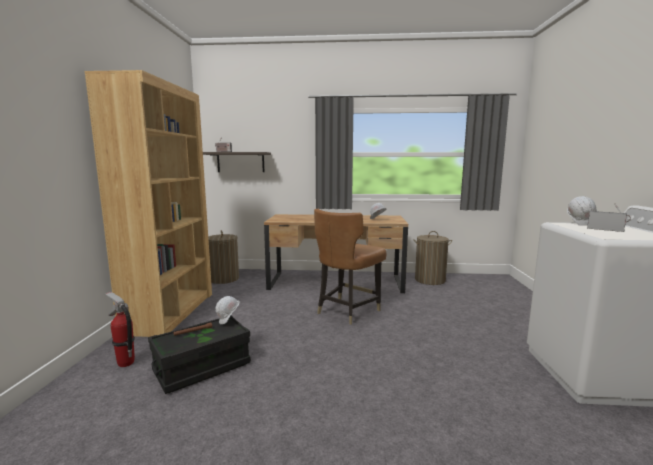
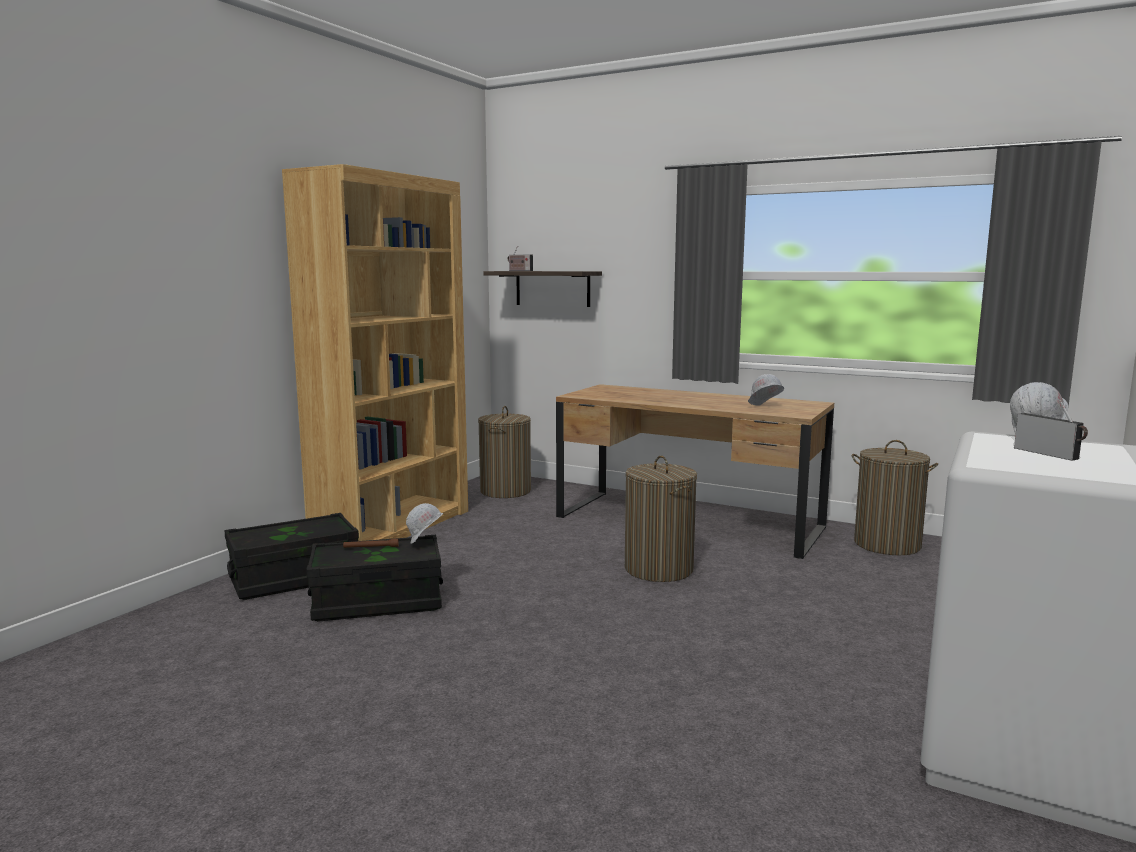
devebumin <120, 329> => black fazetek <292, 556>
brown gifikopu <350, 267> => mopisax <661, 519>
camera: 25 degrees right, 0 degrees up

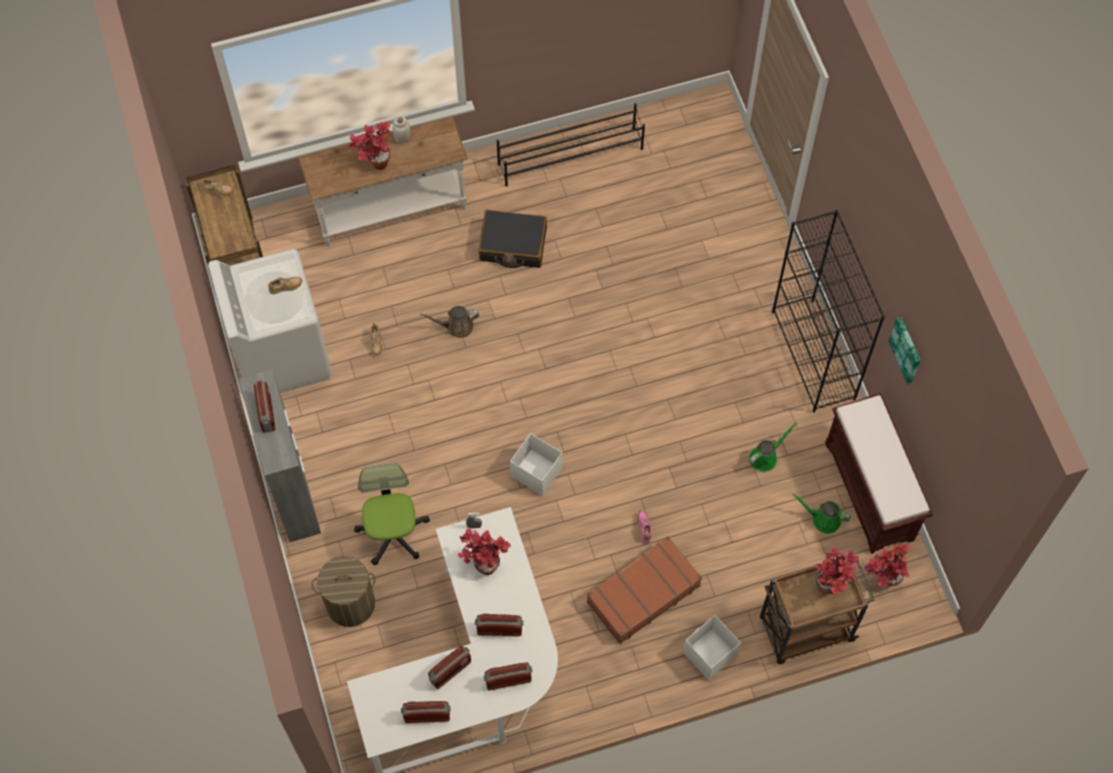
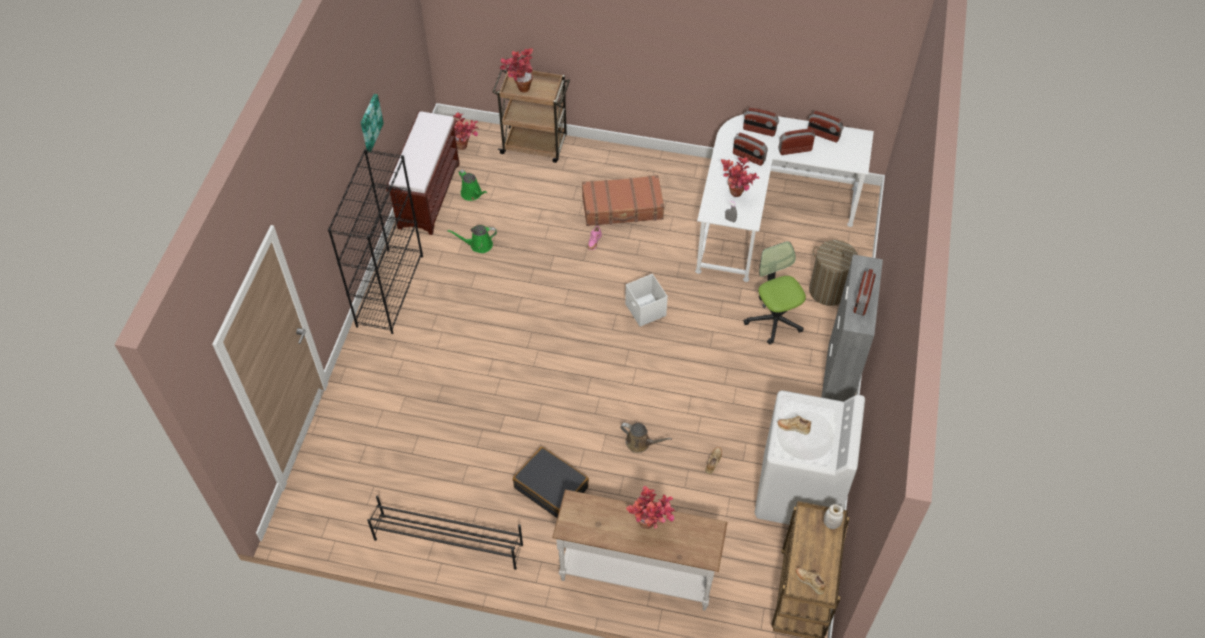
white fazetek <712, 647> => nothing
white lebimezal <402, 129> => white lebimezal <833, 516>, shifted
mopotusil <392, 514> => mopotusil <775, 292>, 135 degrees clockwise
camera: 150 degrees left, 10 degrees down

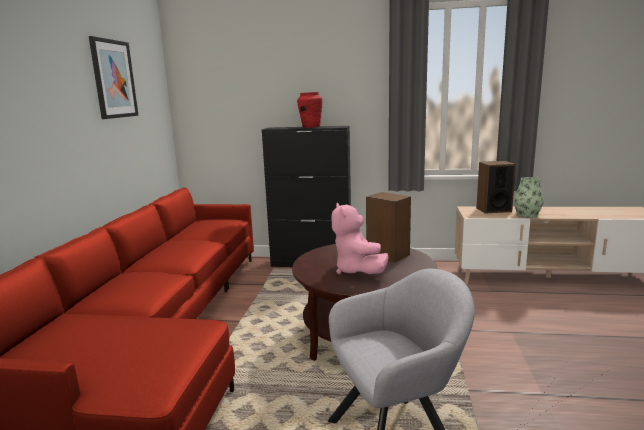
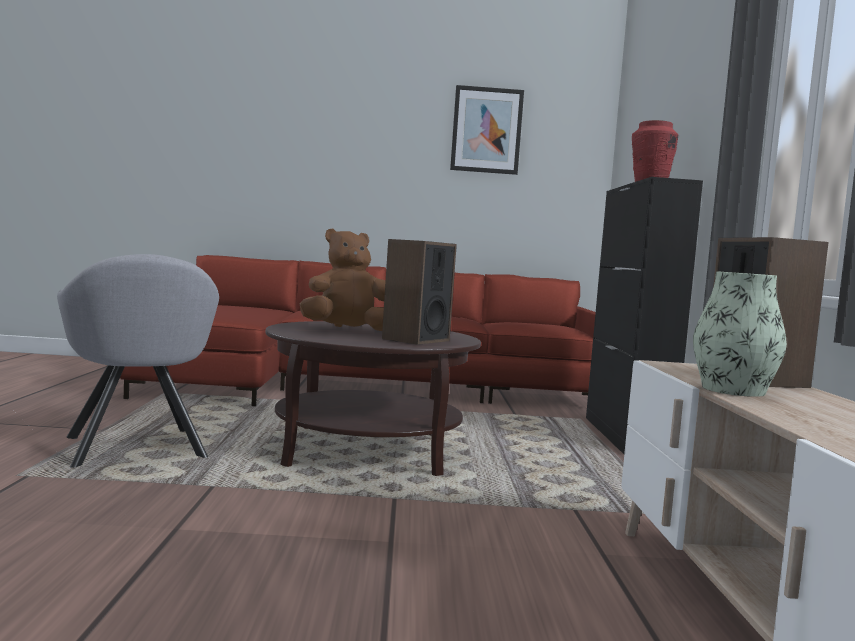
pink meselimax <360, 238> => brown meselimax <343, 280>
camera: 80 degrees right, 10 degrees down

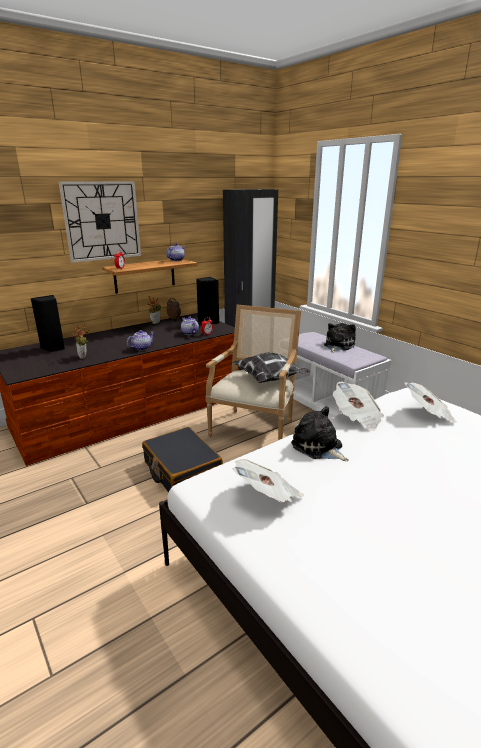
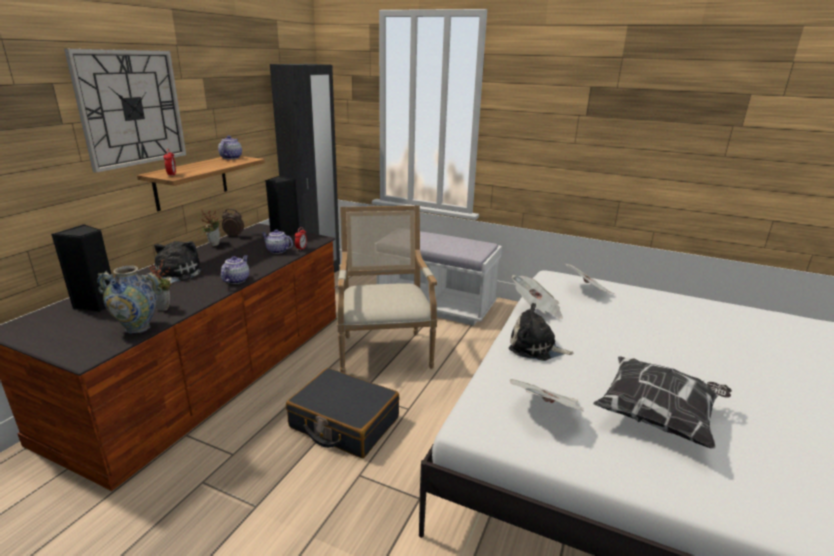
nothing => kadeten <130, 299>
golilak <272, 367> => golilak <662, 402>, shifted
meselimax <340, 338> => meselimax <178, 262>, shifted
camera: 30 degrees left, 0 degrees up

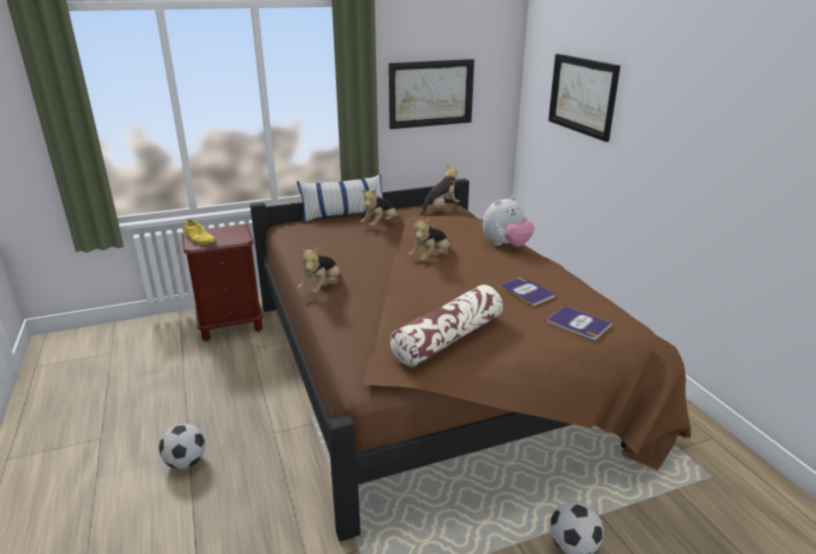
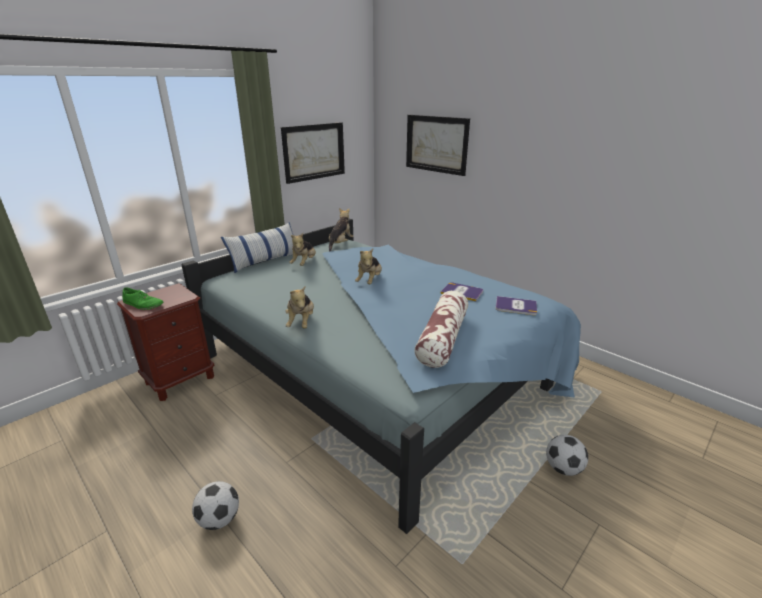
meselimax <509, 221> => nothing
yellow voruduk <200, 232> => green voruduk <143, 299>
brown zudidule <470, 360> => blue zudidule <381, 376>
camera: 25 degrees left, 0 degrees up

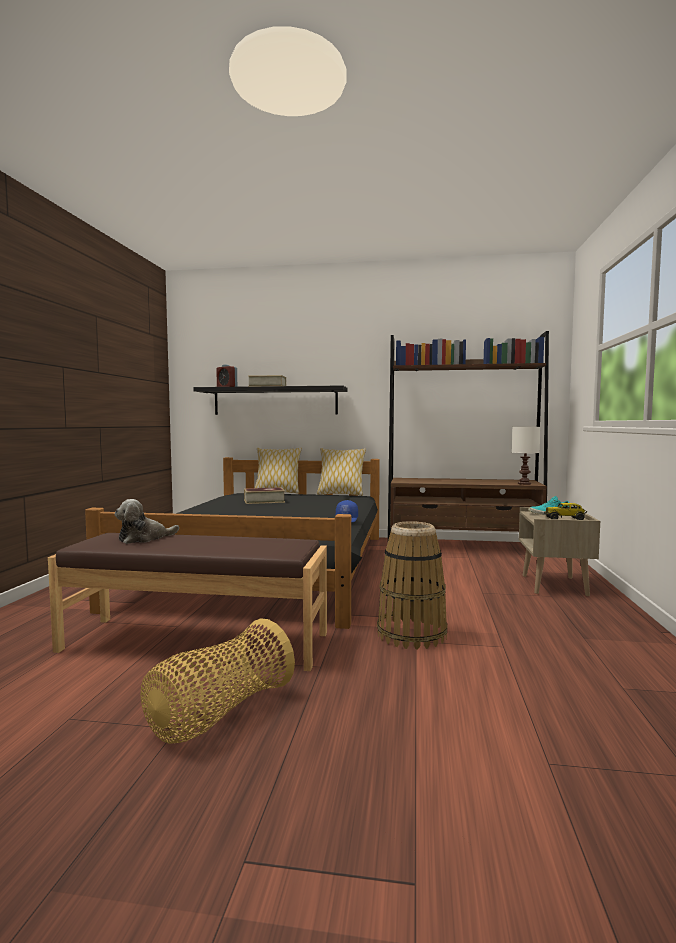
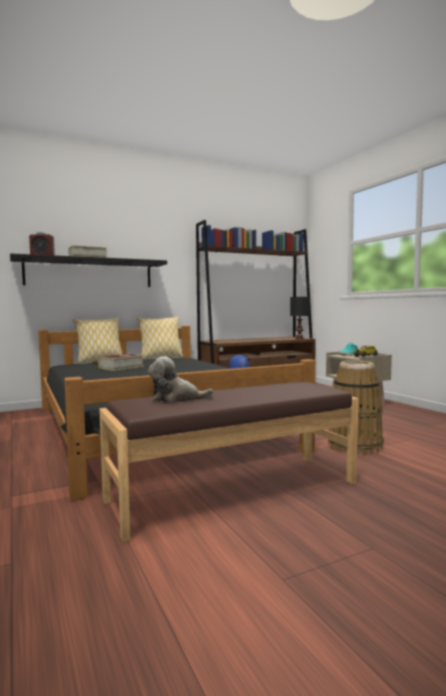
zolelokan <218, 681> => nothing
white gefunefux <526, 456> => black gefunefux <300, 318>
meselimax <146, 521> => meselimax <181, 379>, 75 degrees clockwise
camera: 35 degrees left, 0 degrees up

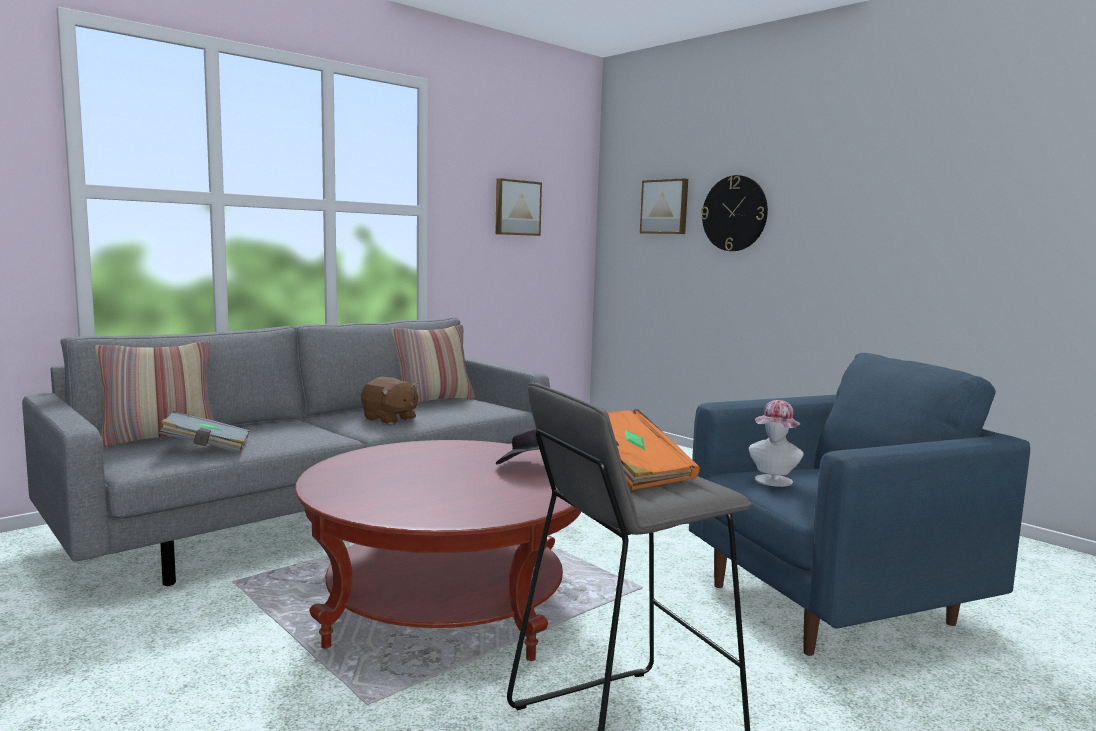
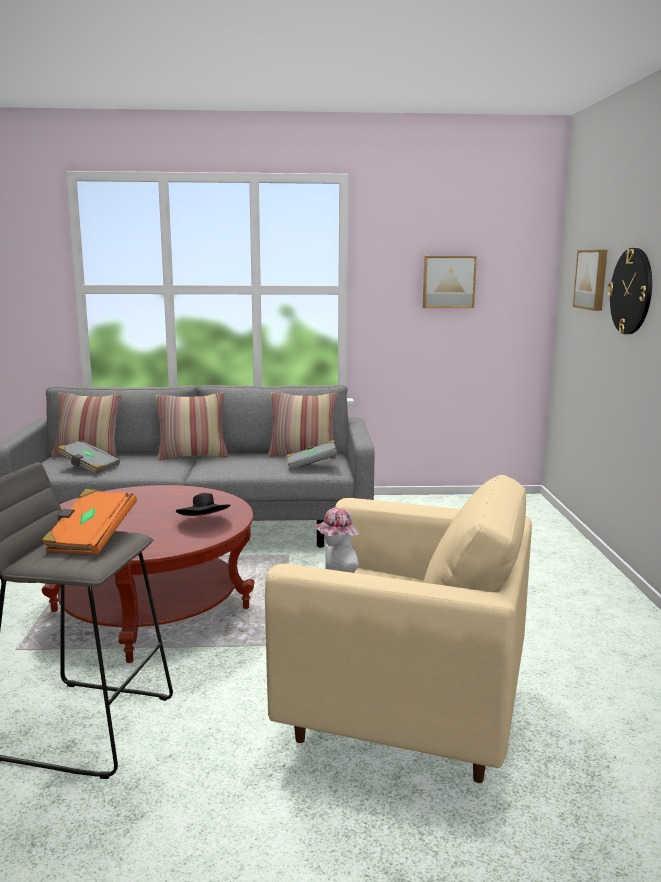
brown meselimax <390, 400> => nothing
nothing => golilak <192, 426>
nothing => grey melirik <312, 455>
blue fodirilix <859, 504> => beige fodirilix <398, 629>
camera: 40 degrees right, 5 degrees up

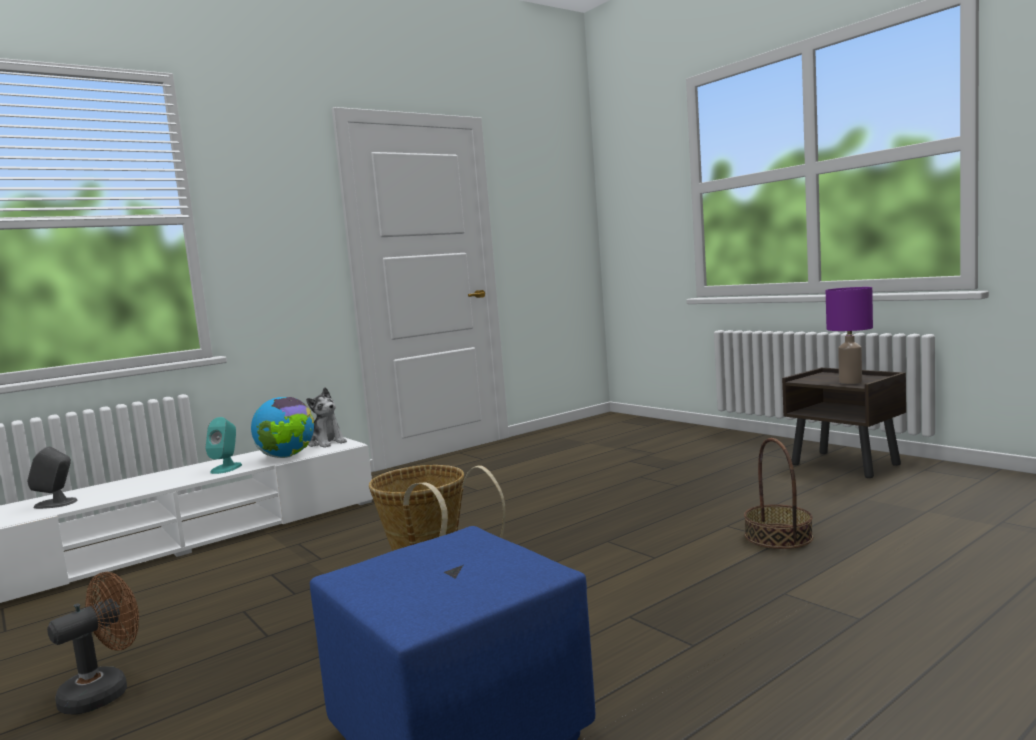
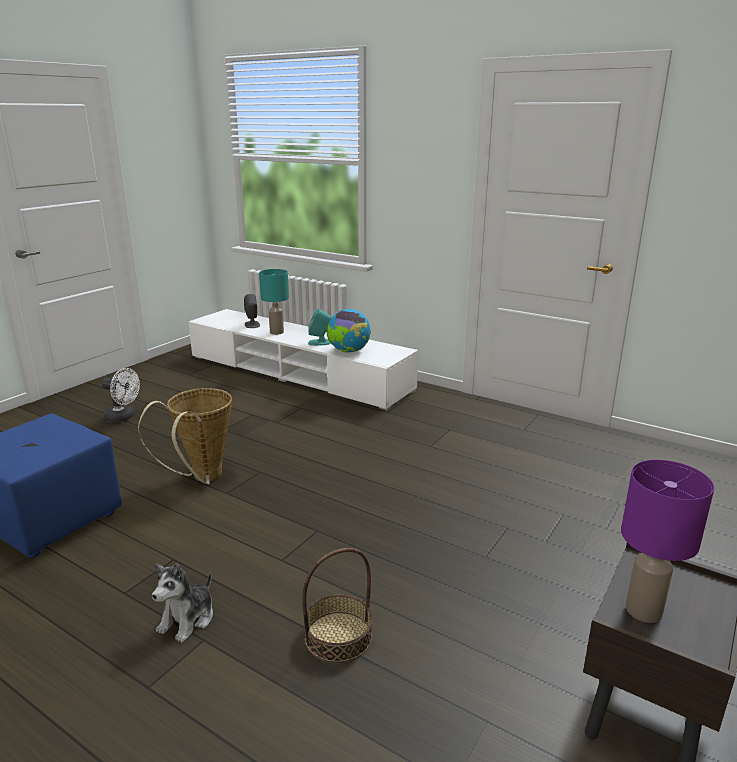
nothing => turquoise gefunefux <274, 302>
meselimax <326, 417> => meselimax <182, 603>, shifted
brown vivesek <93, 643> => white vivesek <121, 395>
camera: 70 degrees right, 15 degrees up

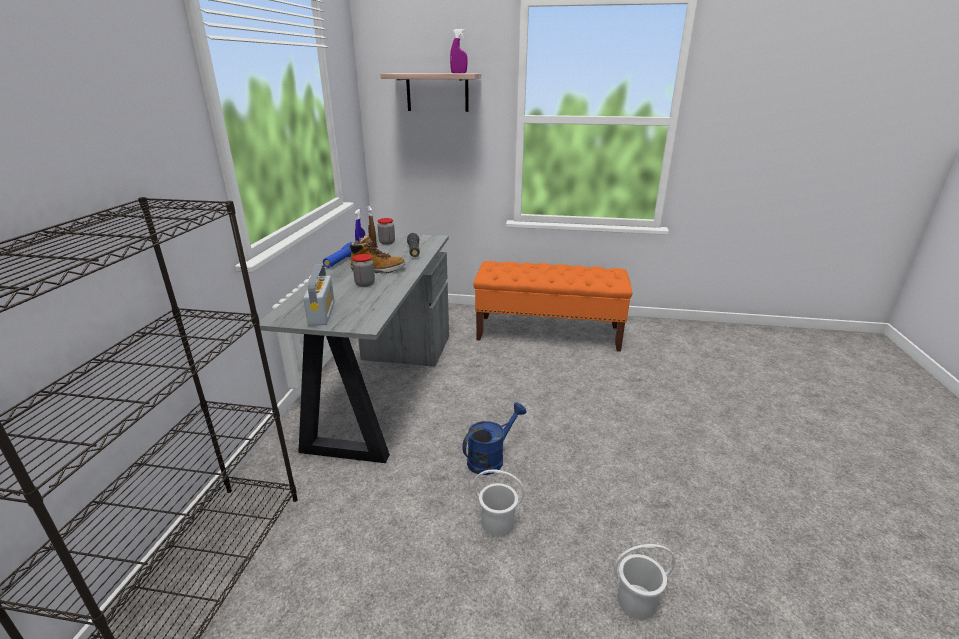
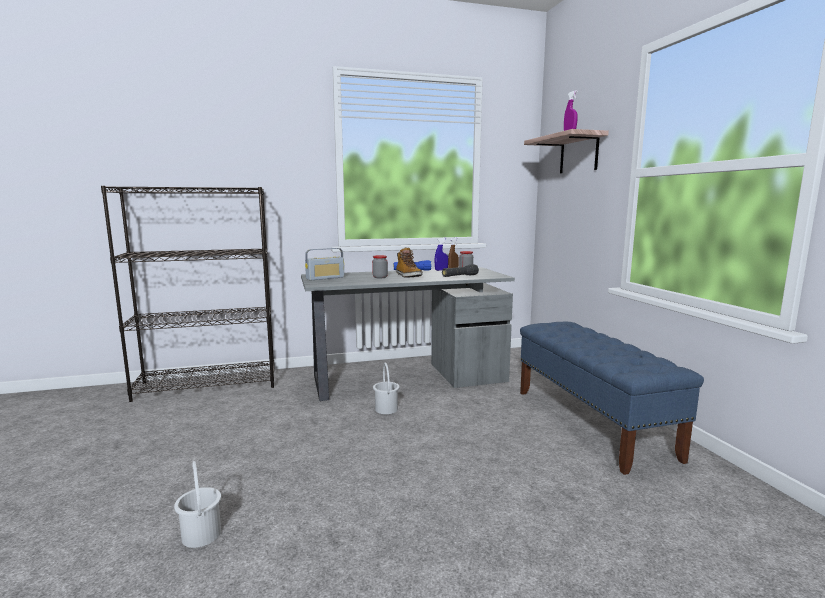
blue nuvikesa <494, 438> => nothing
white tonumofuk <499, 503> => white tonumofuk <386, 388>, shifted
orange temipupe <552, 306> => blue temipupe <612, 398>
camera: 65 degrees right, 15 degrees down

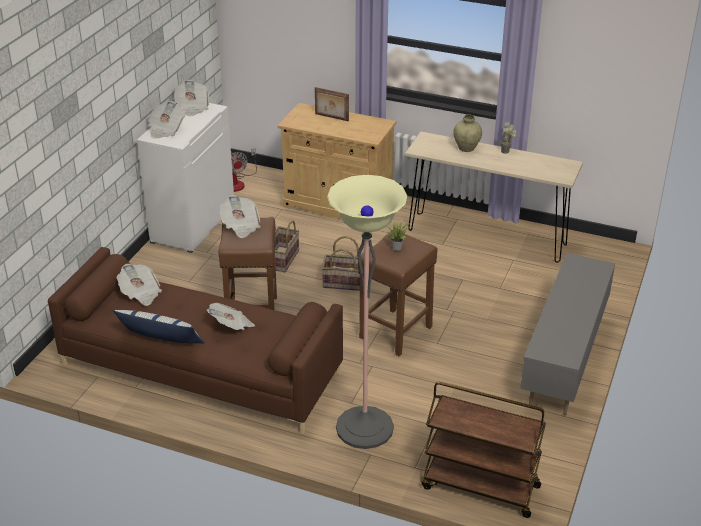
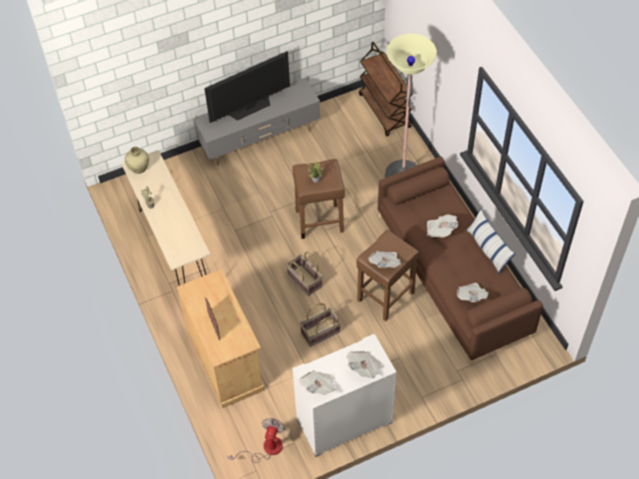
nothing => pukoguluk <247, 87>
beige kadeten <467, 133> => beige kadeten <137, 160>, shifted
camera: 135 degrees left, 20 degrees up

